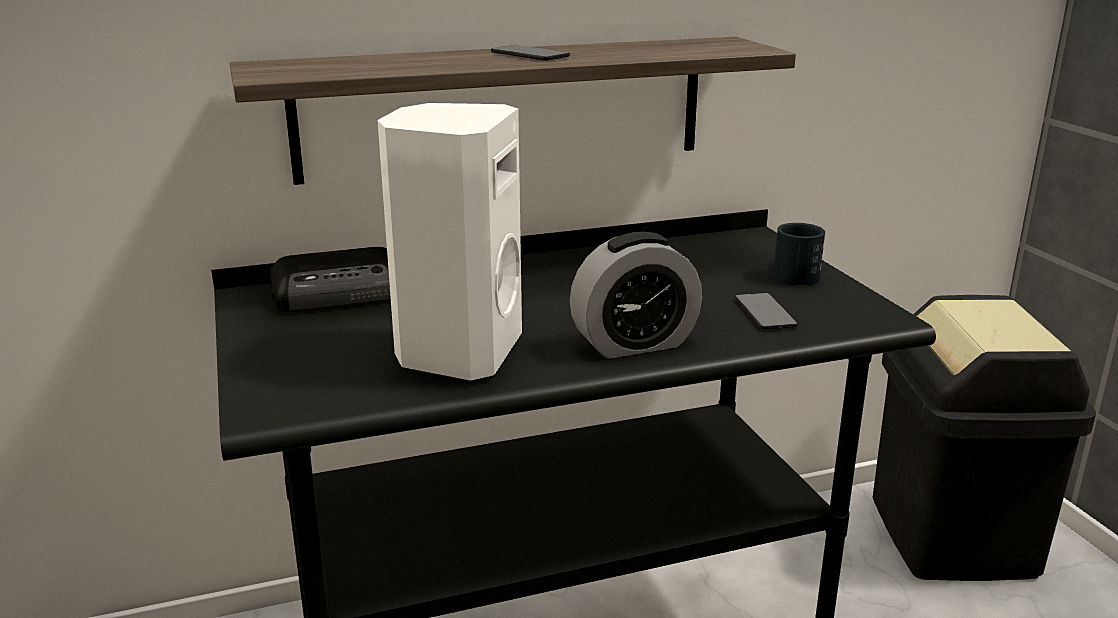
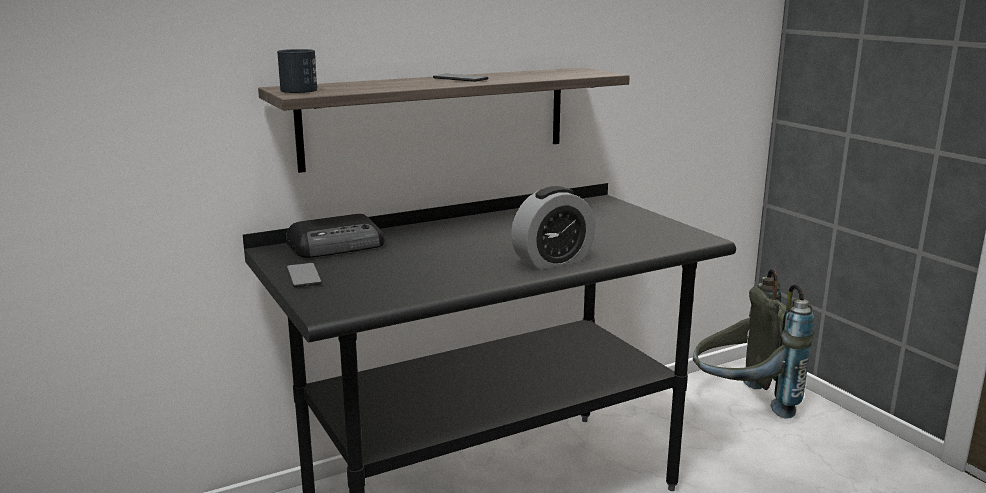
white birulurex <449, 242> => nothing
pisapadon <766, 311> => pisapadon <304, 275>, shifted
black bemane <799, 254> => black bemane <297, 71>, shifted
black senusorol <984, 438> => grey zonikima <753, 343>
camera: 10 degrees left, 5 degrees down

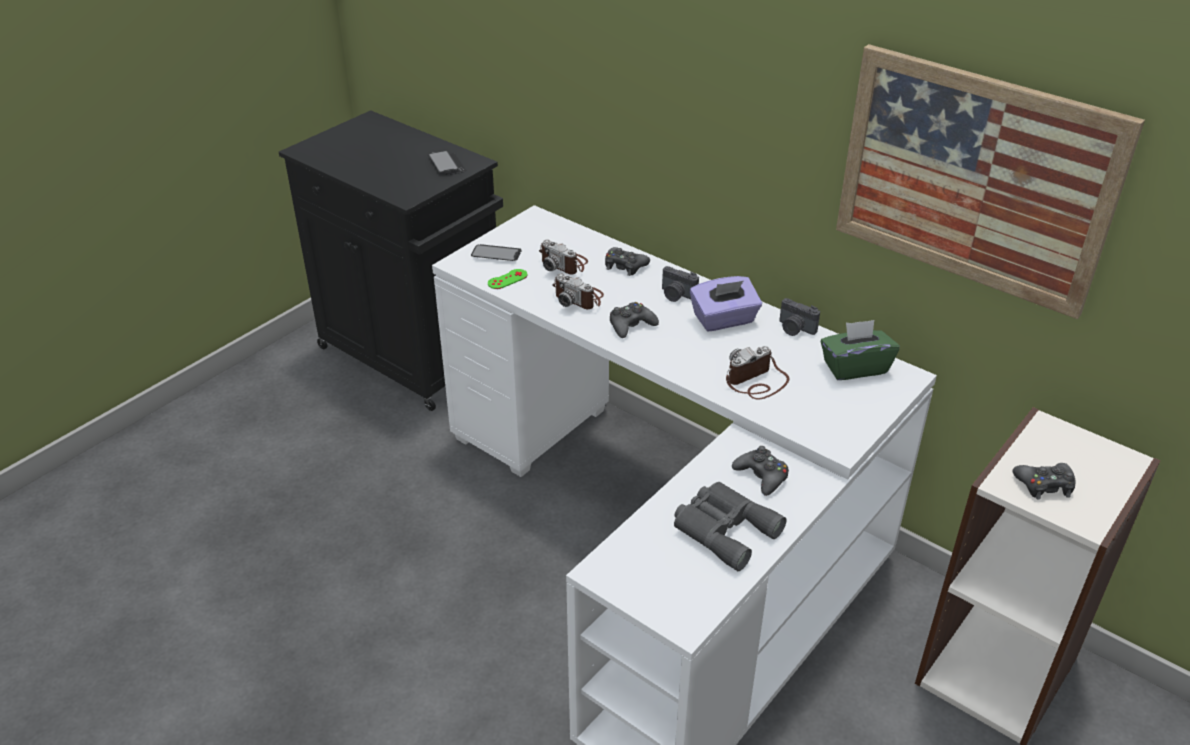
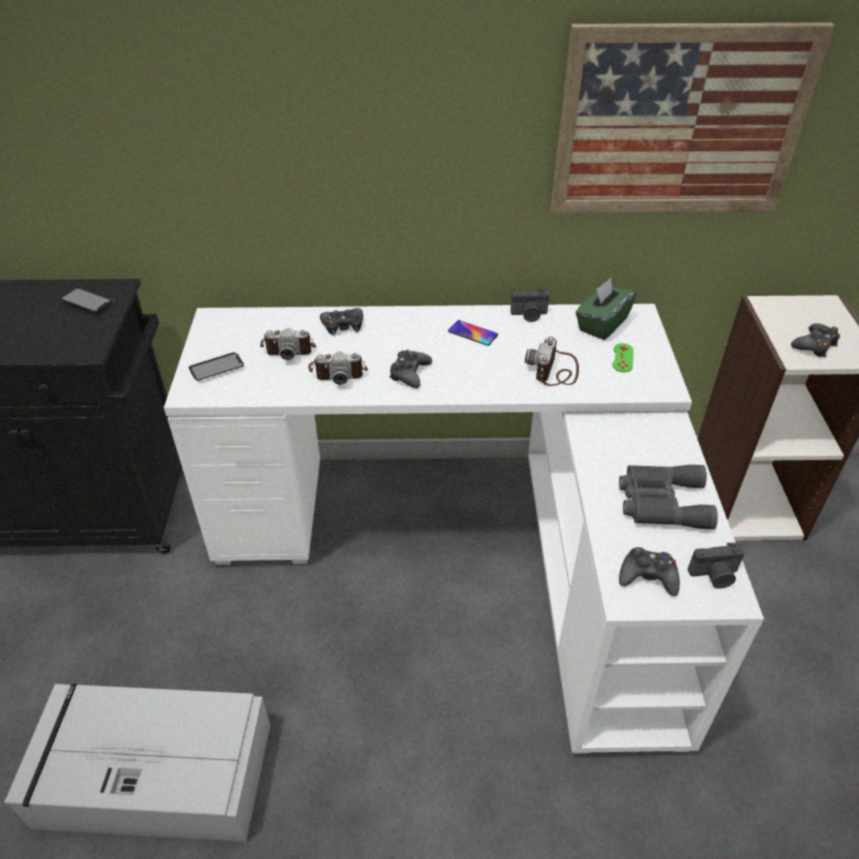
nothing => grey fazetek <137, 762>
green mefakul <508, 279> => green mefakul <623, 357>, shifted
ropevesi <680, 284> => ropevesi <716, 566>, shifted
black mefakul <760, 471> => black mefakul <649, 571>, shifted
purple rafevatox <726, 303> => pisapadon <473, 333>
camera: 40 degrees left, 5 degrees up

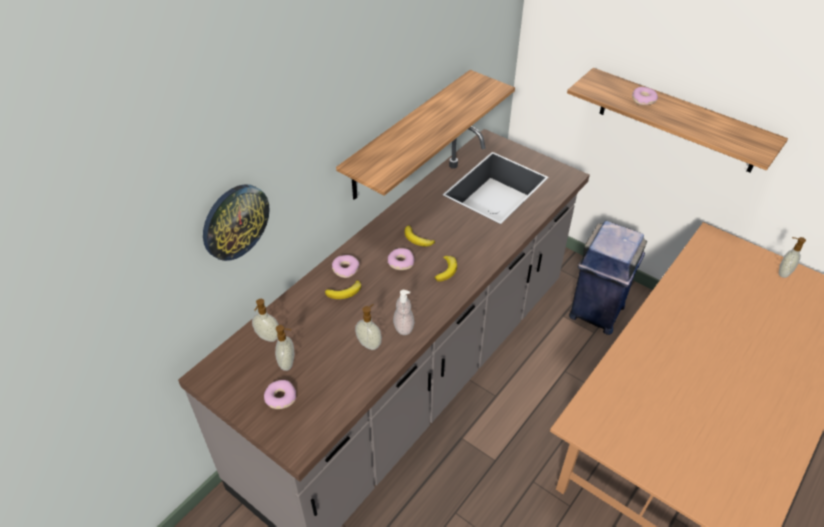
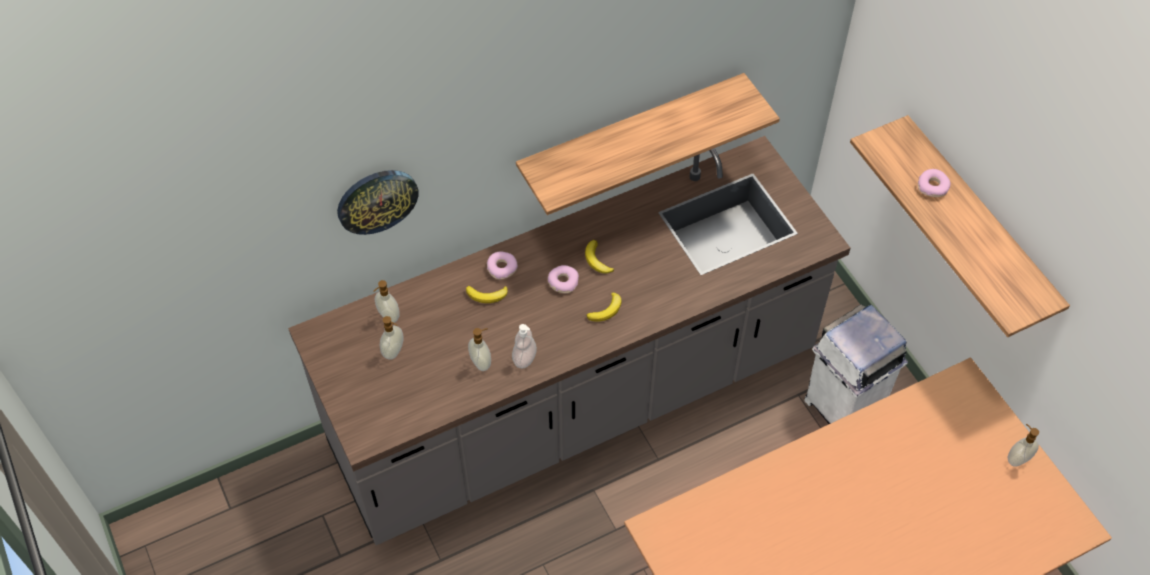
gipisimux <280, 394> => nothing
blue senusorol <608, 278> => white senusorol <856, 364>
camera: 25 degrees right, 10 degrees up

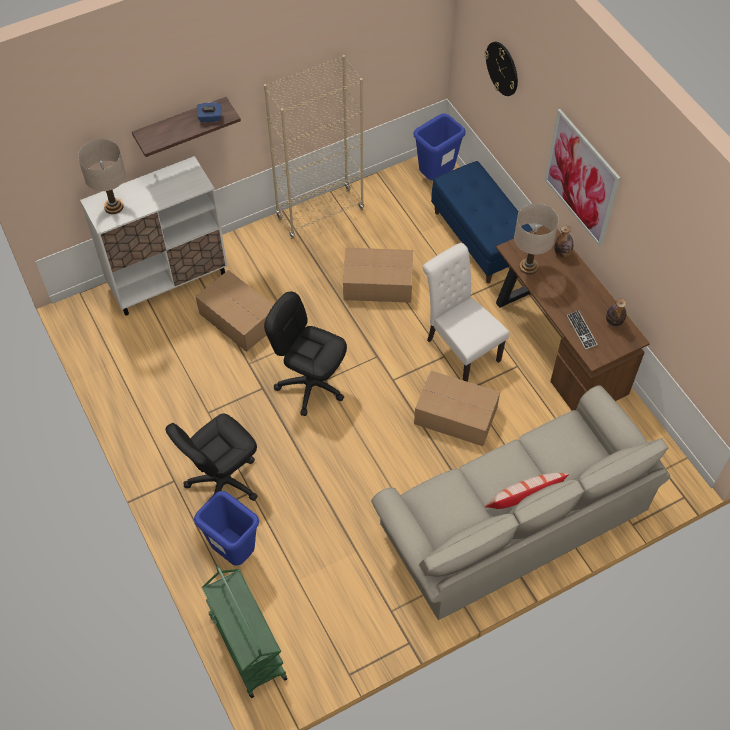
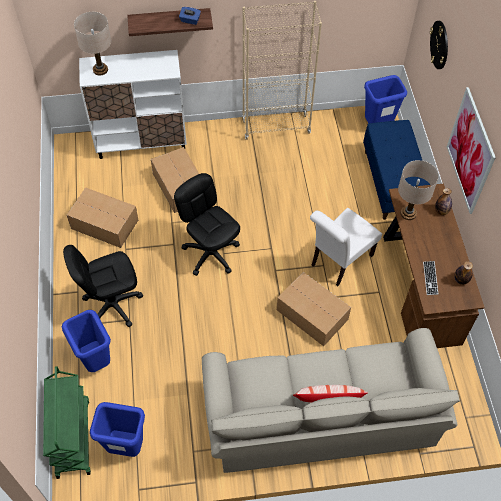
nothing => blue senusorol <117, 429>
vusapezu <378, 275> => vusapezu <102, 217>, shifted
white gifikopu <466, 312> => white gifikopu <346, 247>, 120 degrees counterclockwise
camera: 20 degrees right, 0 degrees up

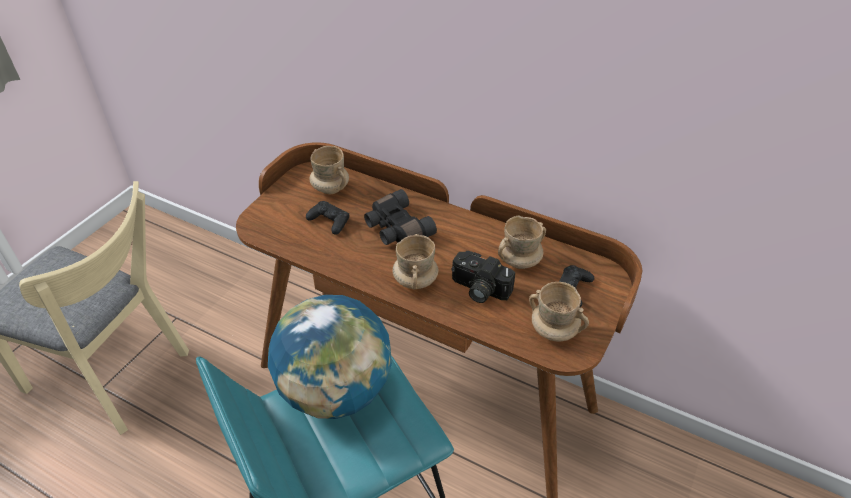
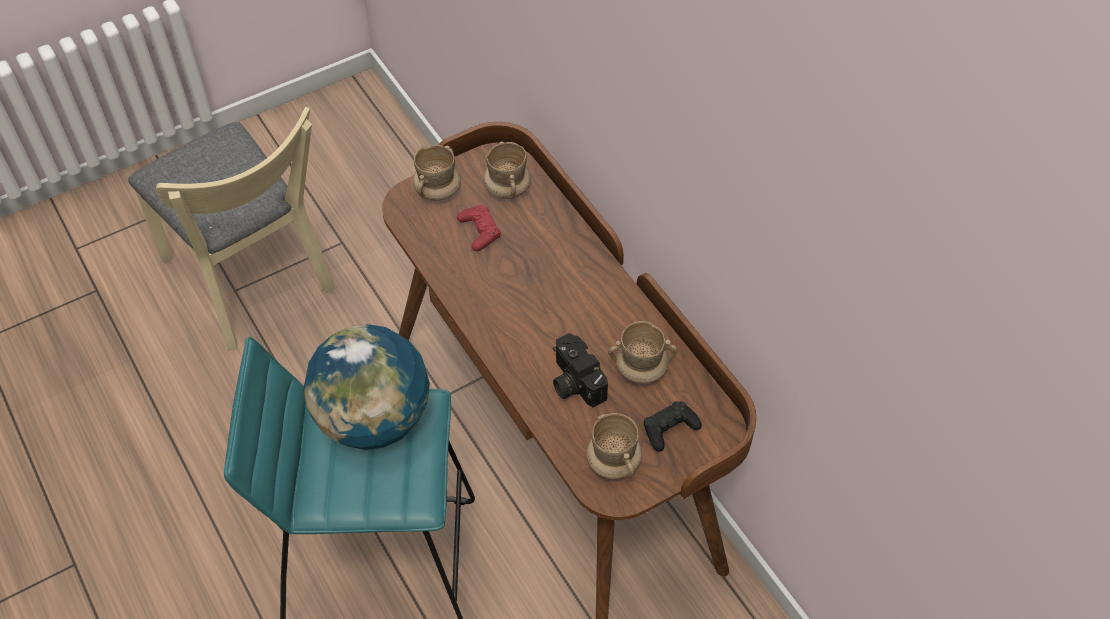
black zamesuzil <400, 217> => nothing
beige bemane <415, 261> => beige bemane <437, 173>, shifted
black mefakul <328, 218> => red mefakul <479, 228>
camera: 30 degrees right, 10 degrees up

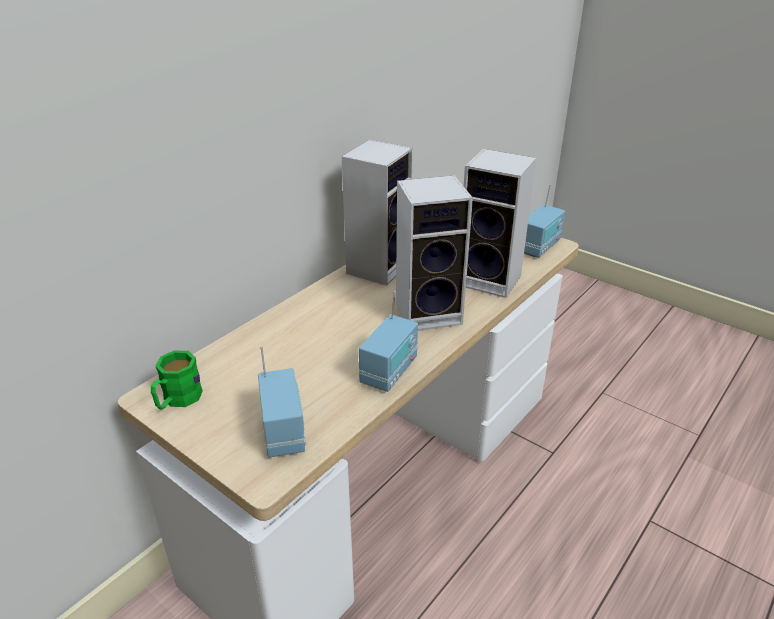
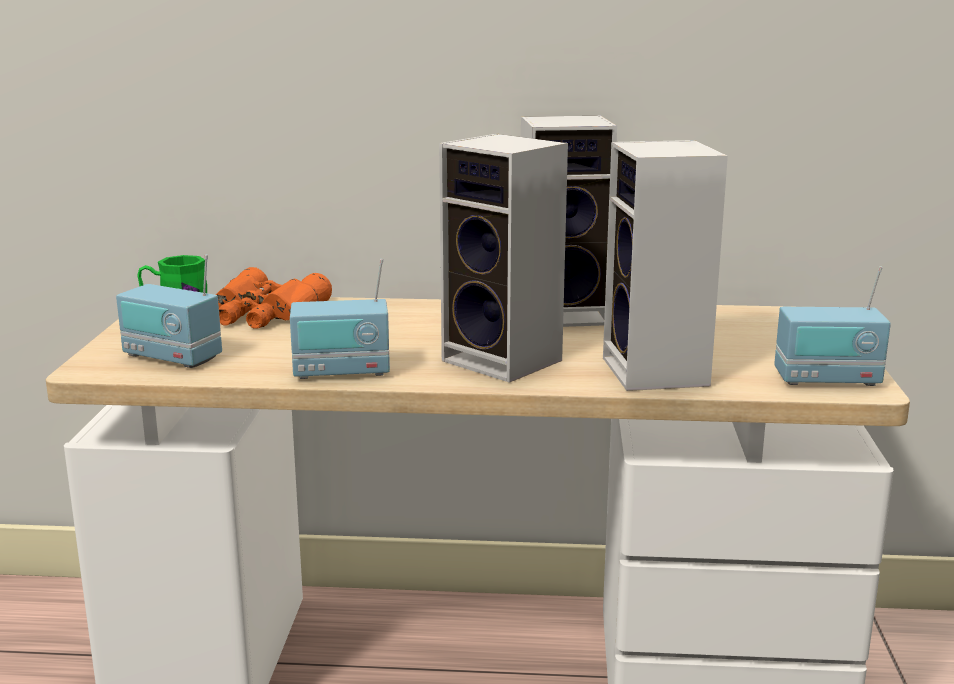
nothing => orange zamesuzil <274, 298>
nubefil <282, 401> => nubefil <169, 311>, 75 degrees clockwise
camera: 55 degrees right, 15 degrees down

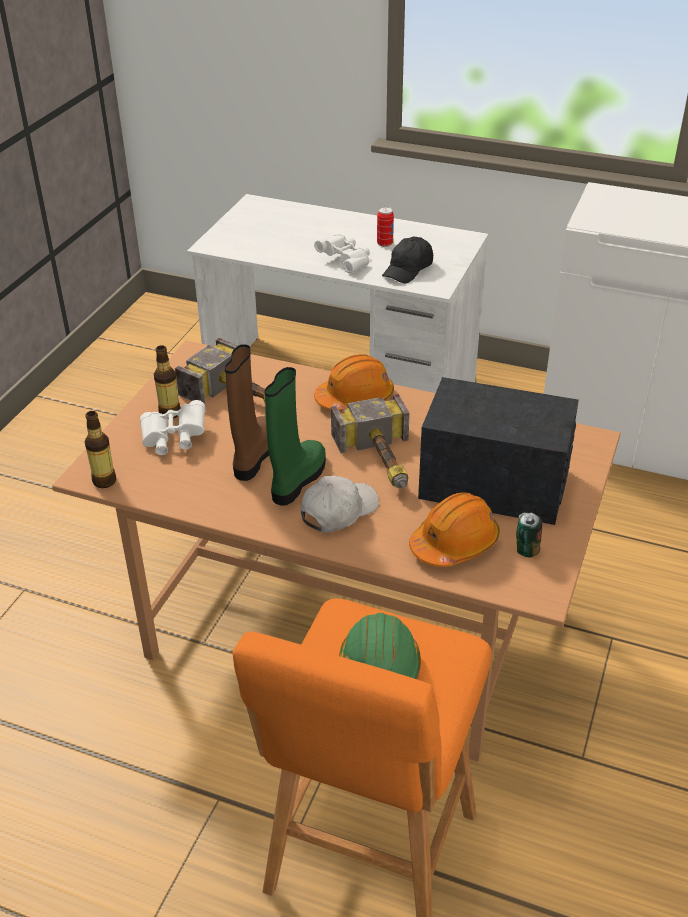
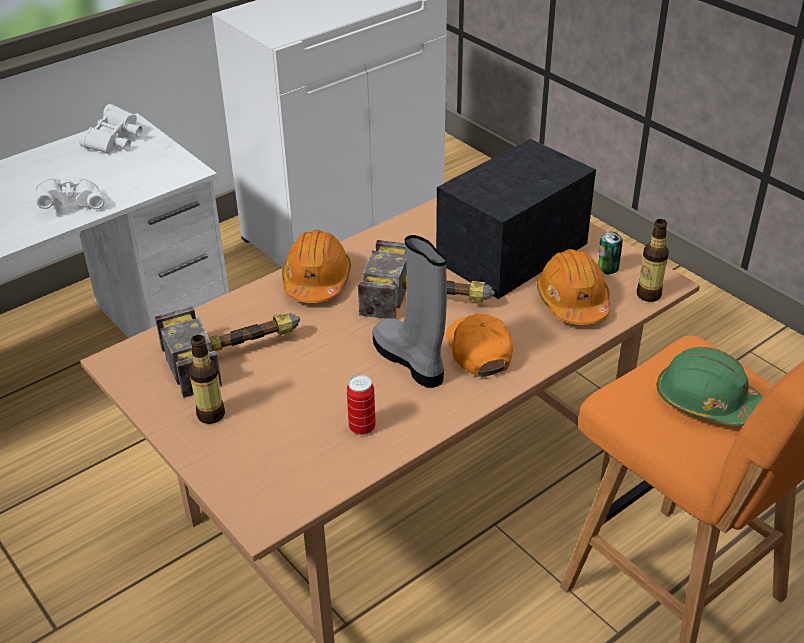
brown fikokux <247, 412> => nothing
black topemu <407, 260> => nothing
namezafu <100, 449> => namezafu <653, 260>, shifted
white zamesuzil <173, 427> => white zamesuzil <111, 129>, shifted
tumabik <385, 227> => tumabik <361, 405>, shifted
green fikokux <295, 436> => grey fikokux <410, 311>
white topemu <339, 504> => orange topemu <479, 345>
camera: 60 degrees left, 0 degrees up

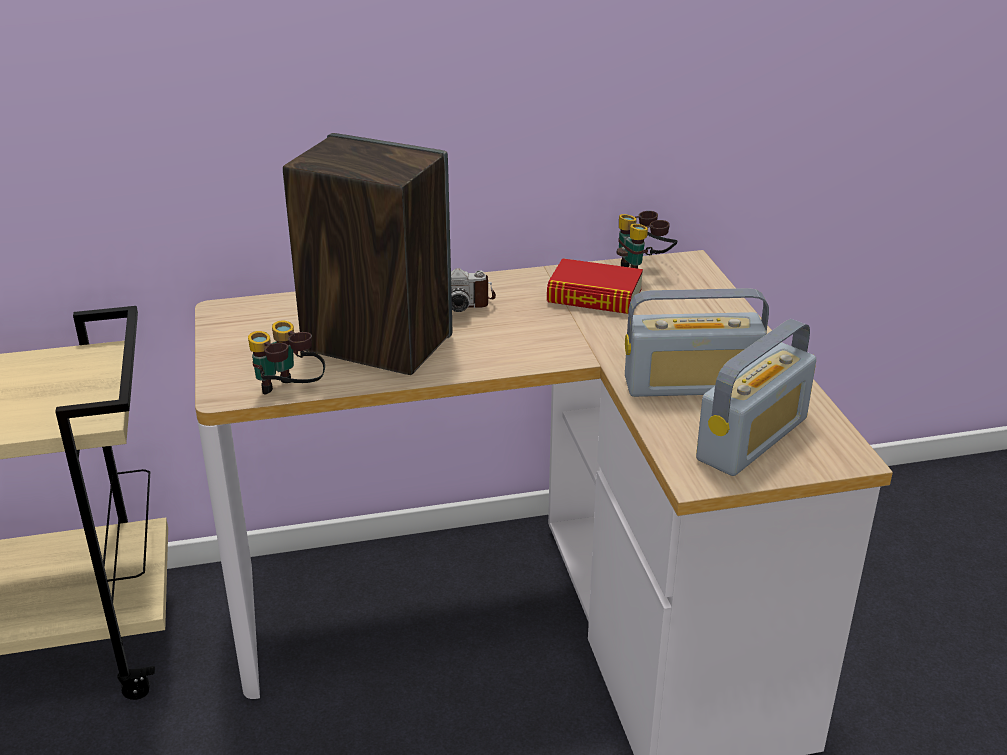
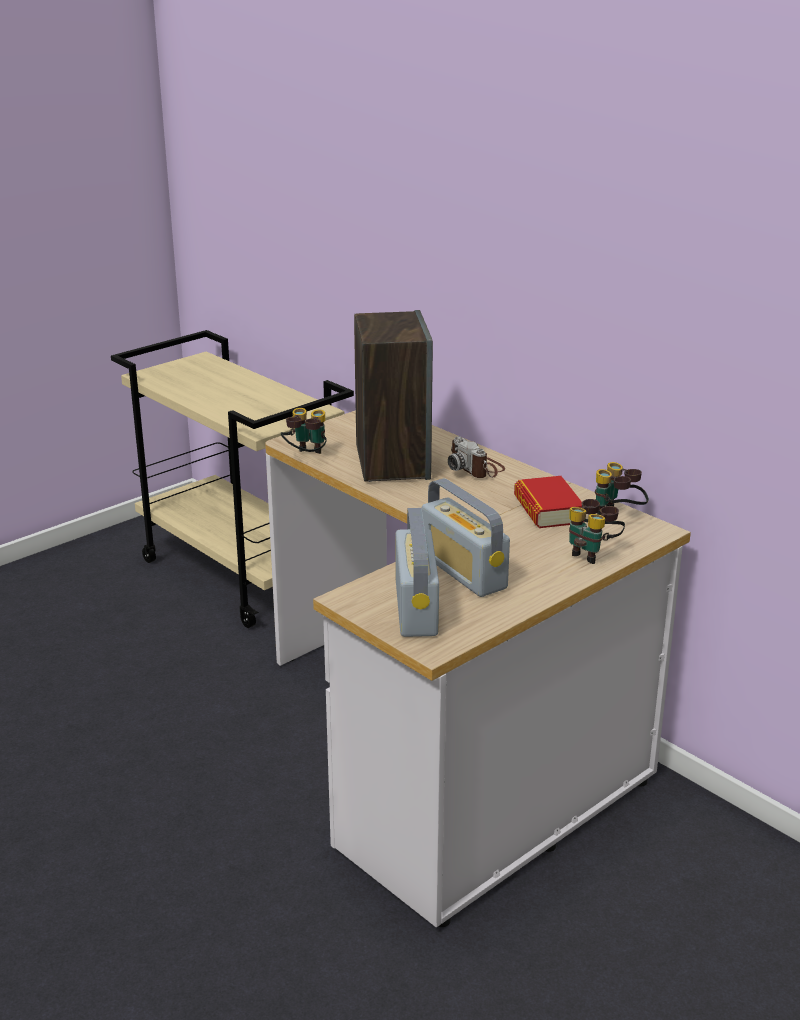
nothing => zamesuzil <597, 531>
nubefil <756, 397> => nubefil <417, 572>, 105 degrees counterclockwise
camera: 60 degrees right, 5 degrees down

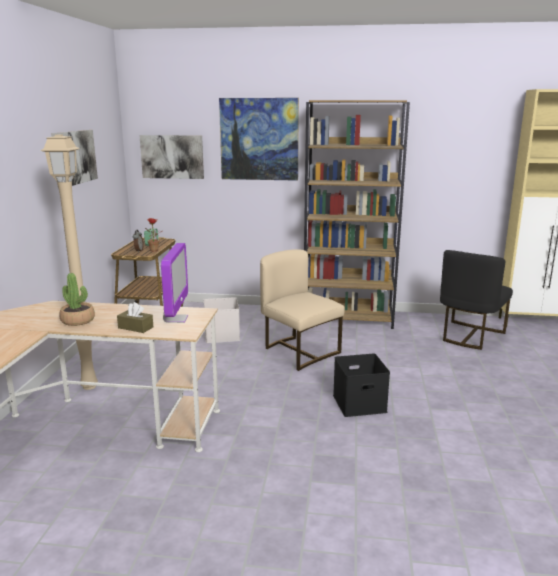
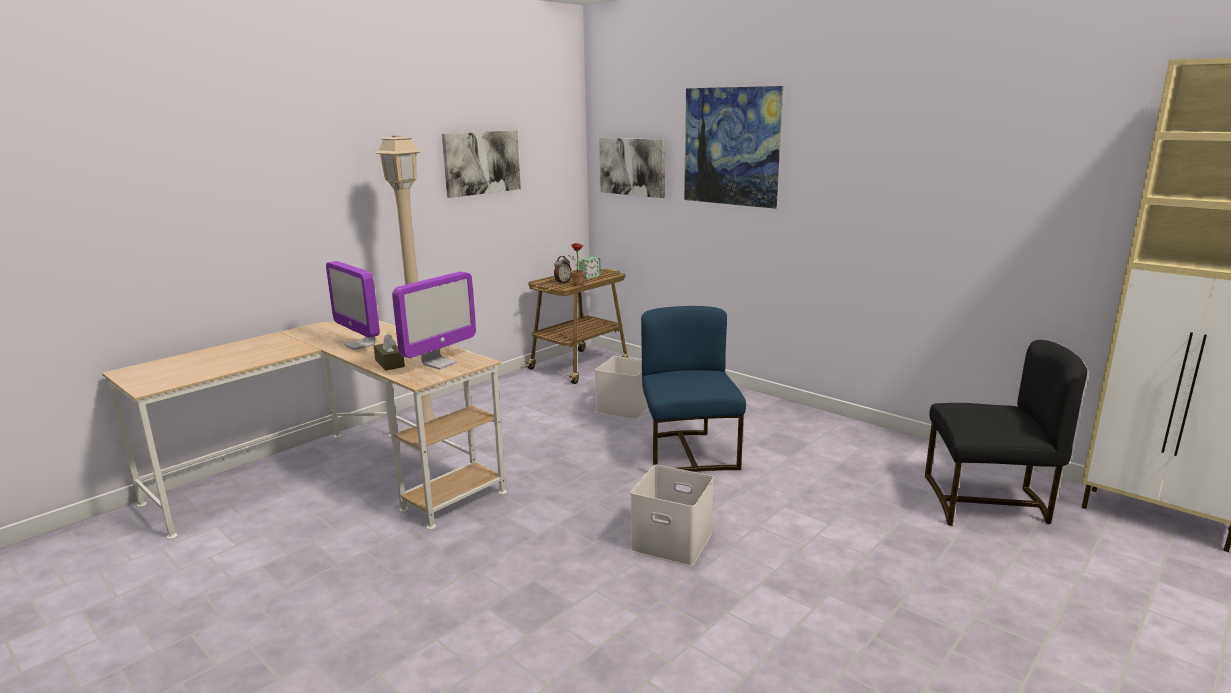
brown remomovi <357, 214> => nothing
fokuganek <77, 299> => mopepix <353, 305>
beige gifikopu <302, 310> => blue gifikopu <693, 389>
black fazetek <361, 385> => white fazetek <672, 515>
black gifikopu <476, 300> => black gifikopu <1006, 433>, 150 degrees counterclockwise
camera: 35 degrees right, 0 degrees up

